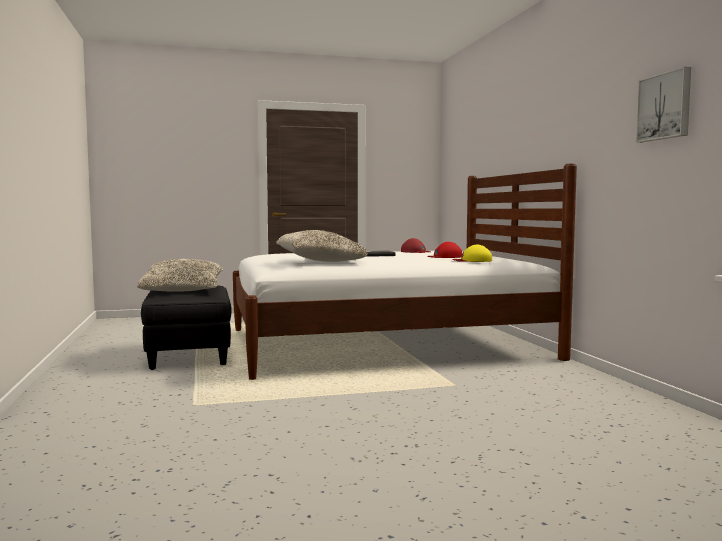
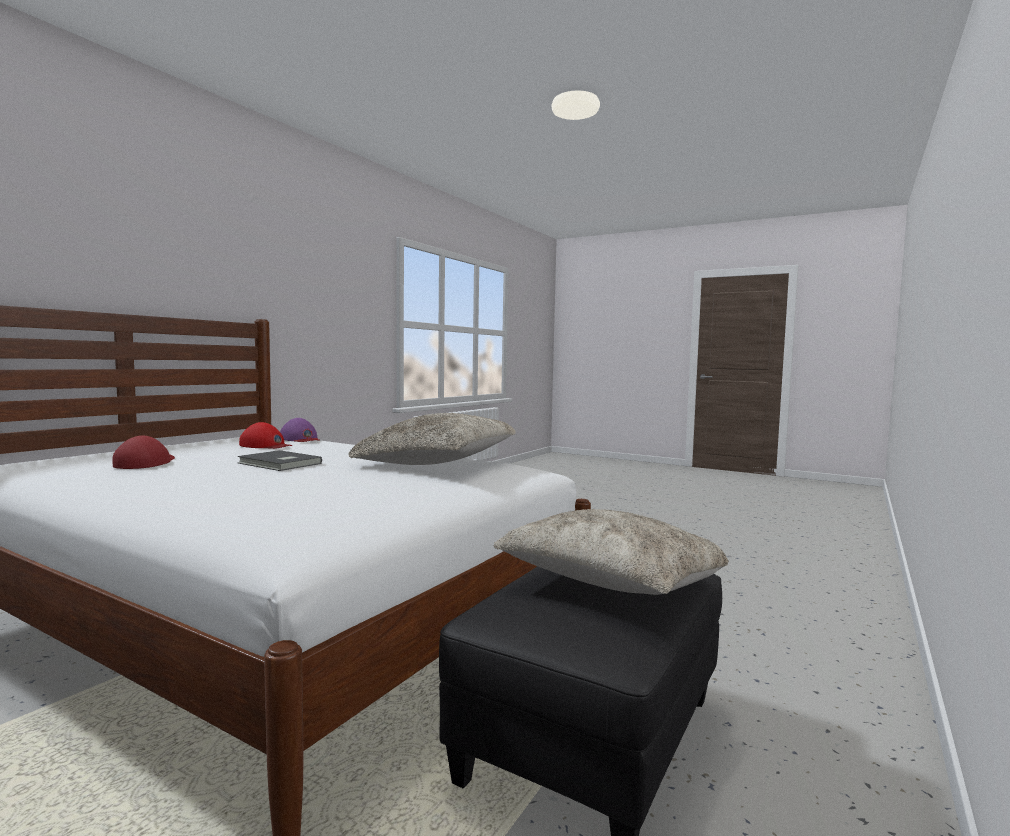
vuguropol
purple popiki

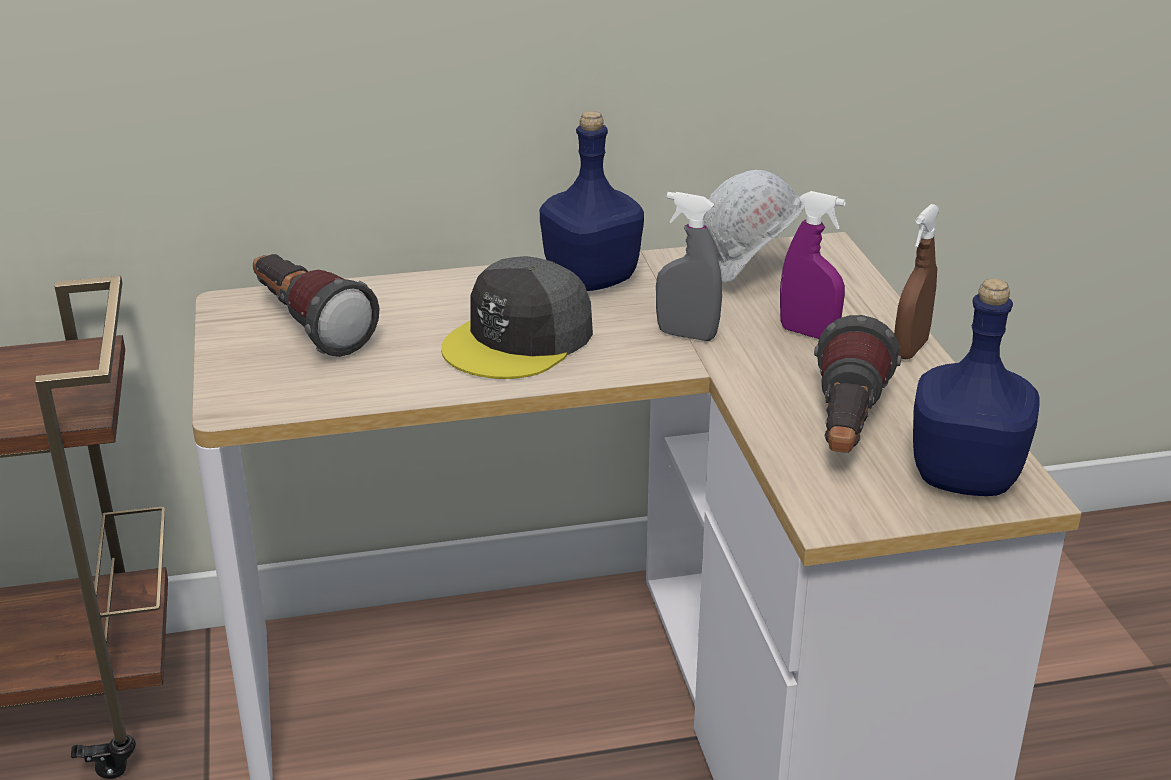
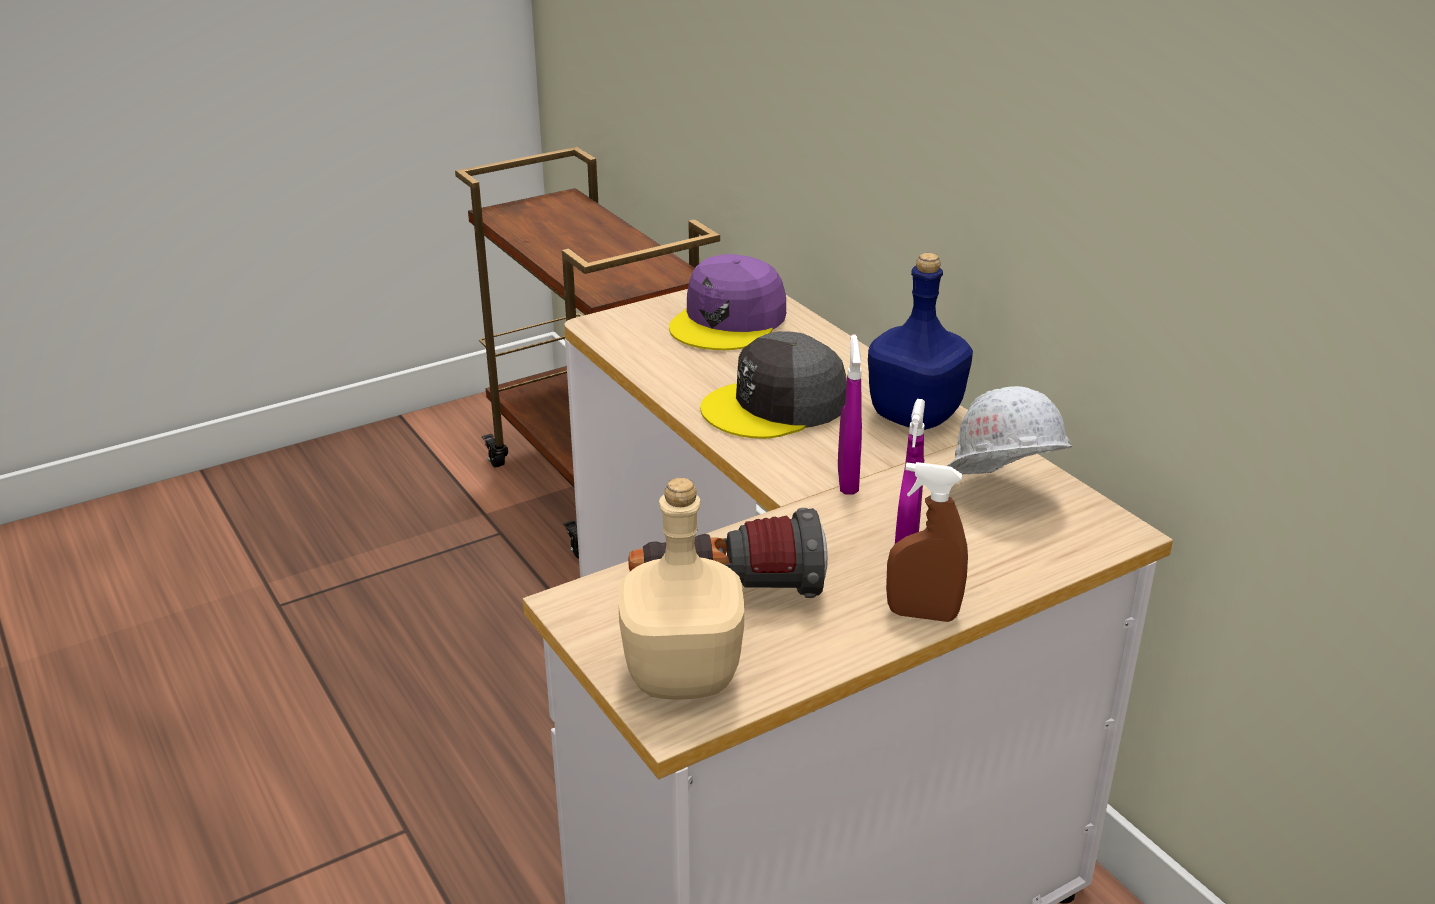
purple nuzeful (no. 1 from left)
purple popiki
grey popiki
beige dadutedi

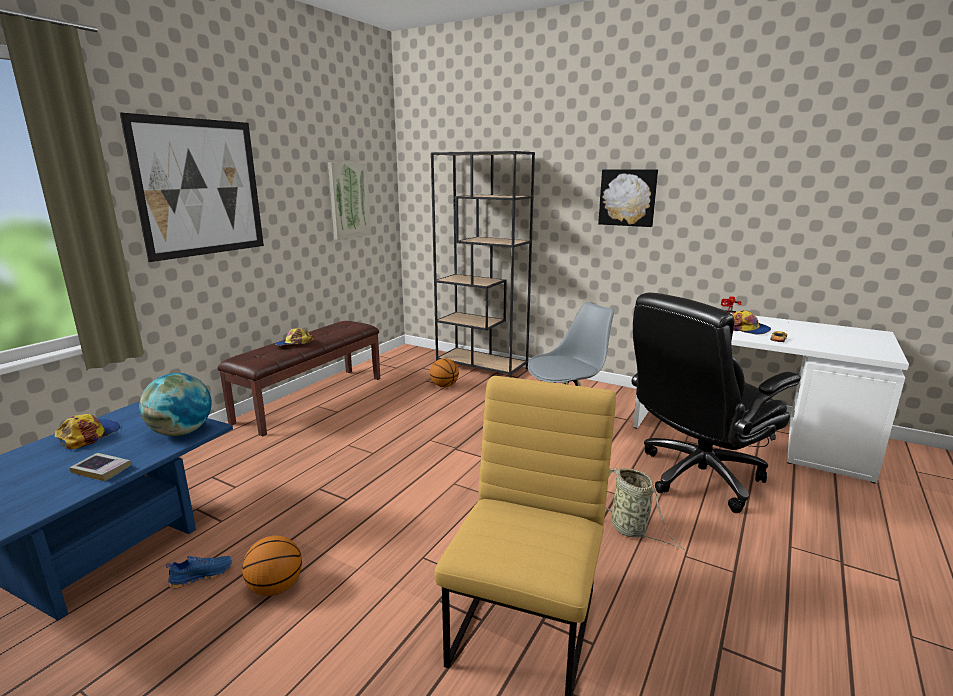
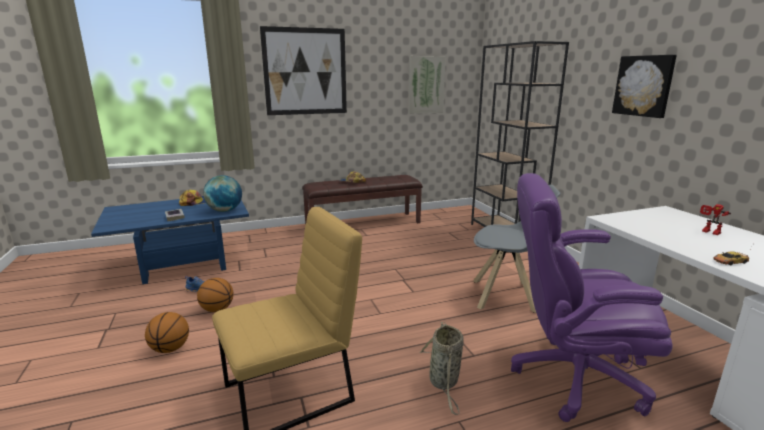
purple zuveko
popiki (no. 3 from left in the first image)
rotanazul (no. 1 from left)

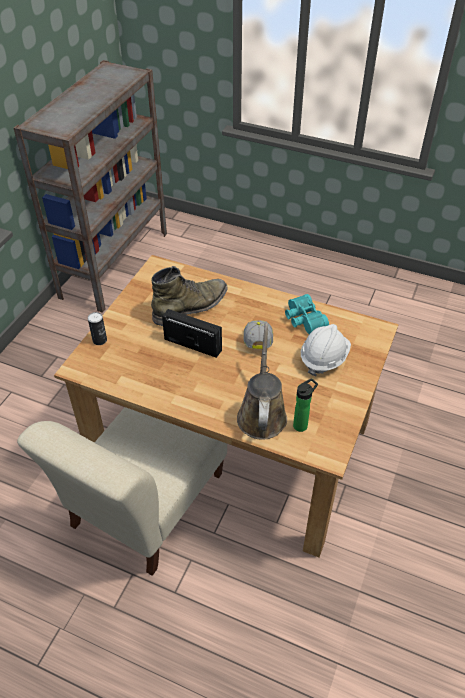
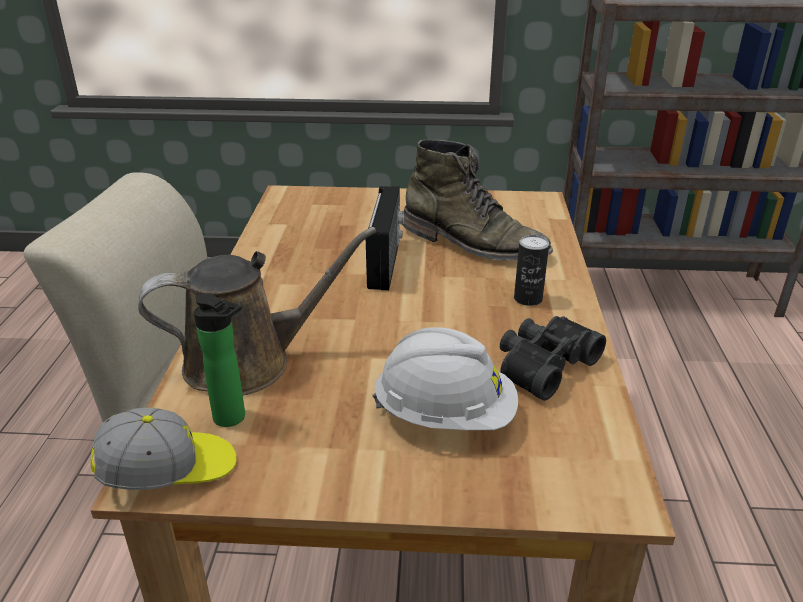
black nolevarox
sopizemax
popiki

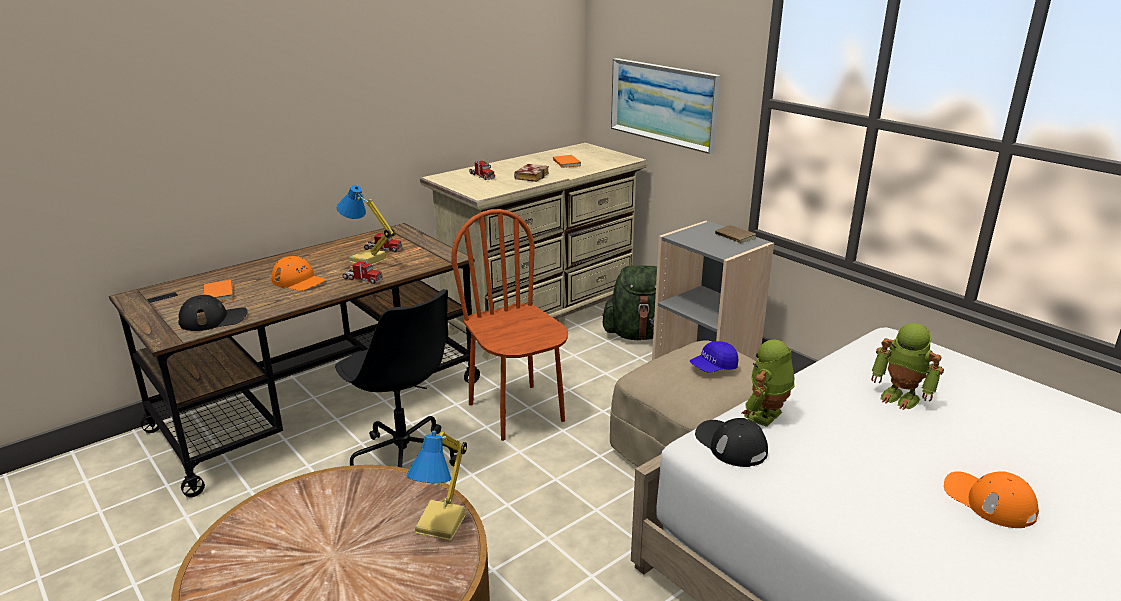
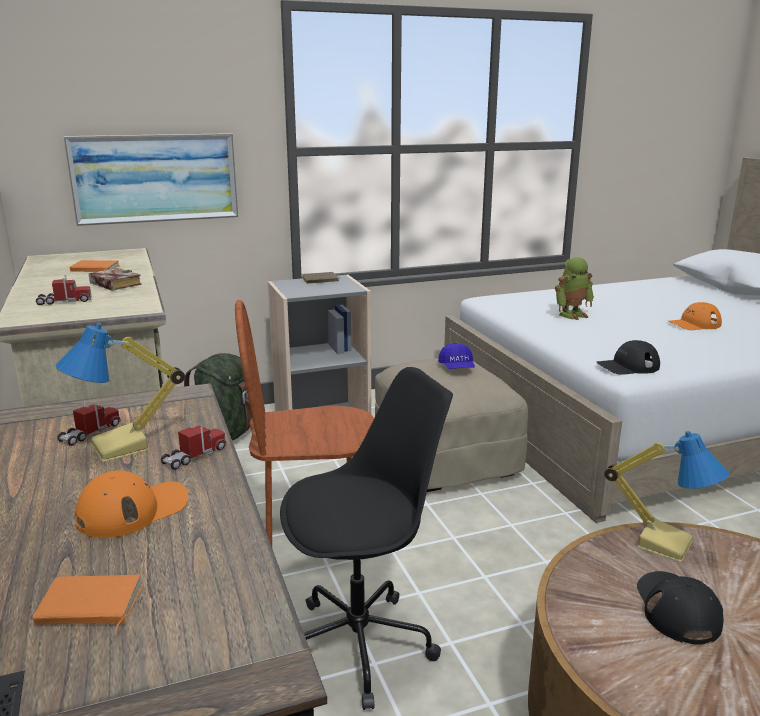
black popiki (no. 2 from left)
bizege (no. 1 from left in the first image)

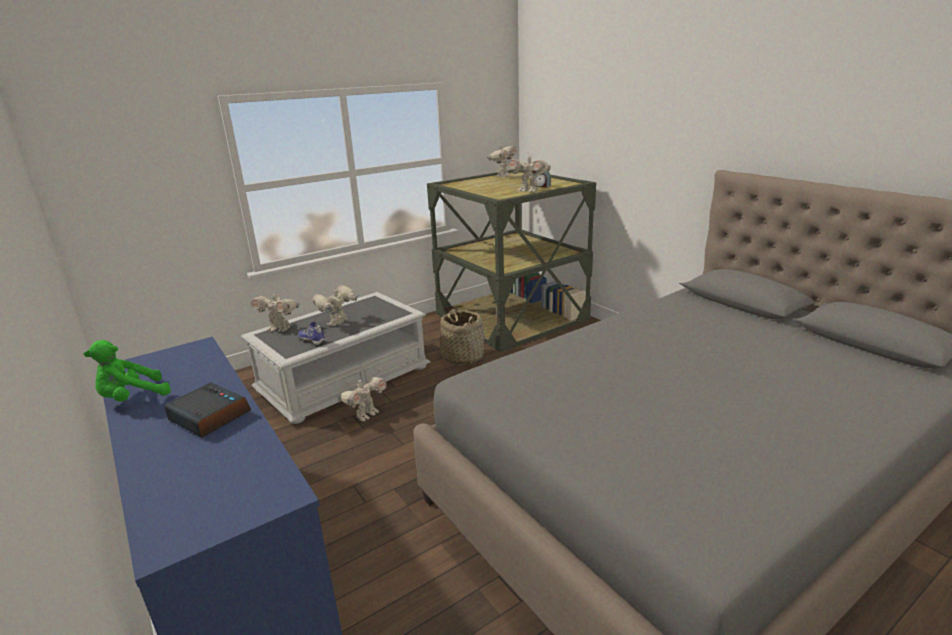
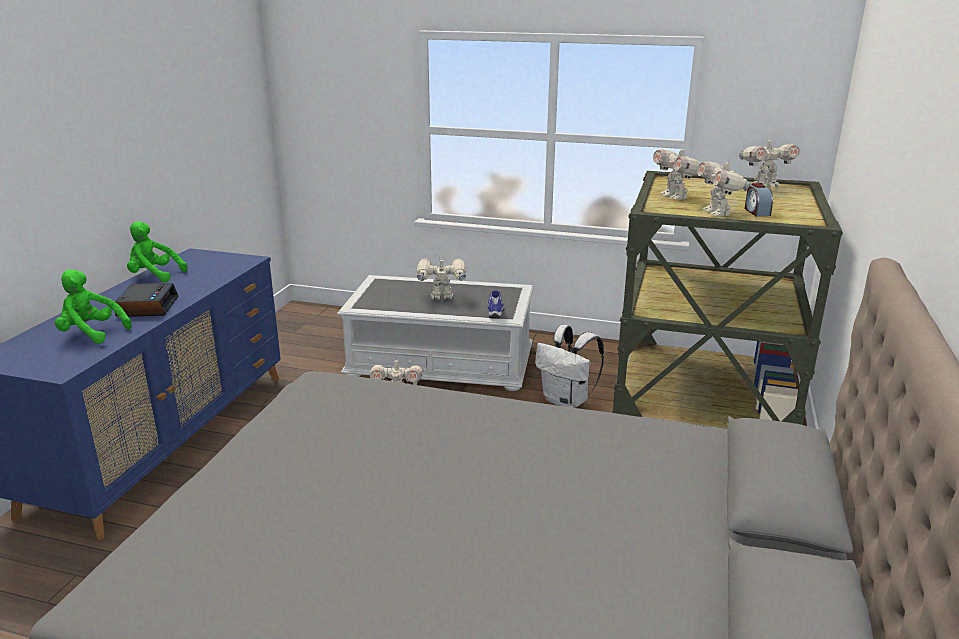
bizege (no. 3 from left)
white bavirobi
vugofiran
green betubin (no. 1 from left)

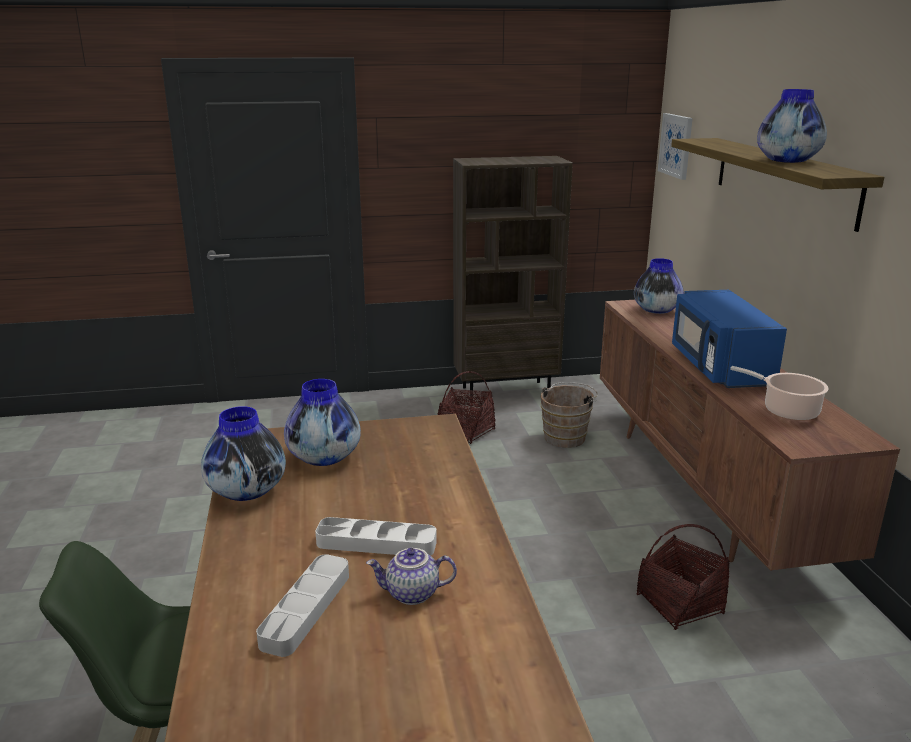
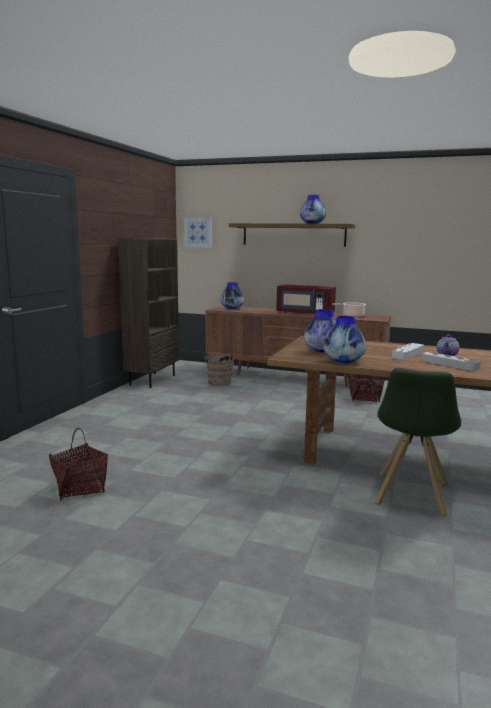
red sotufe
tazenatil (no. 1 from left)

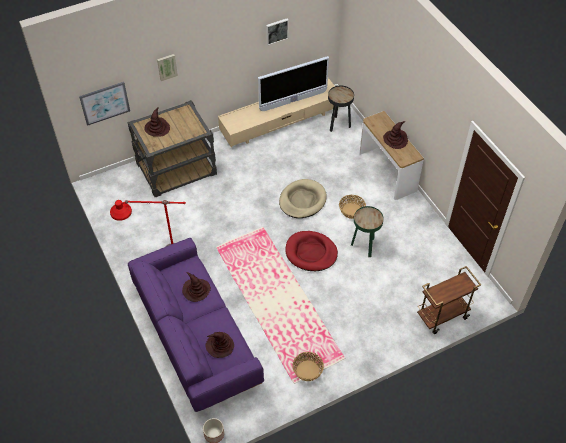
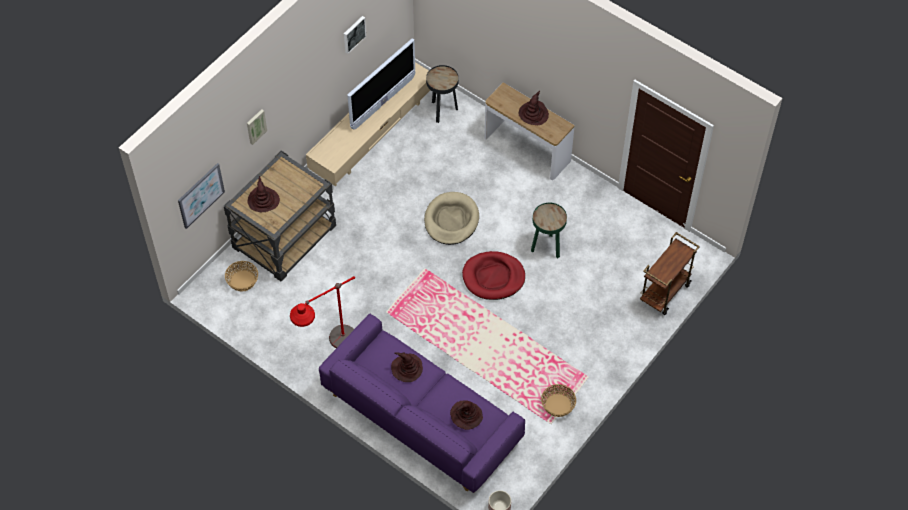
tazenatil (no. 1 from left)

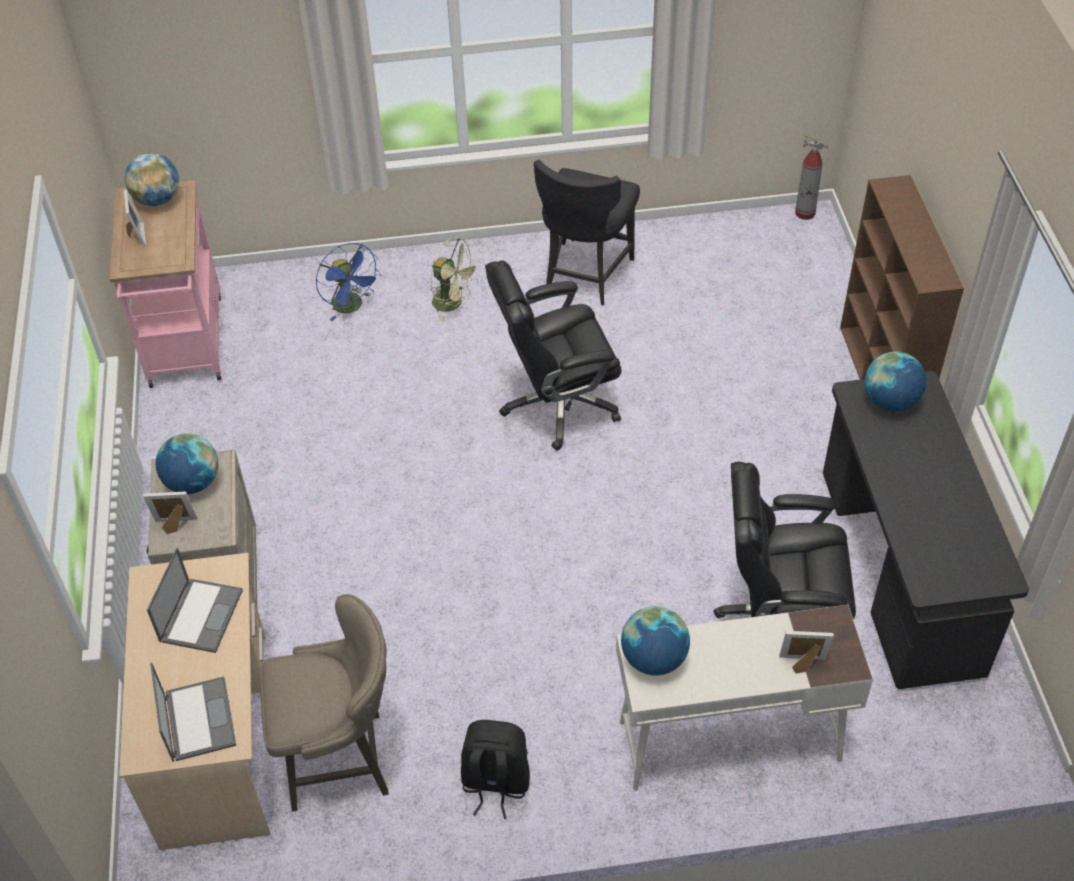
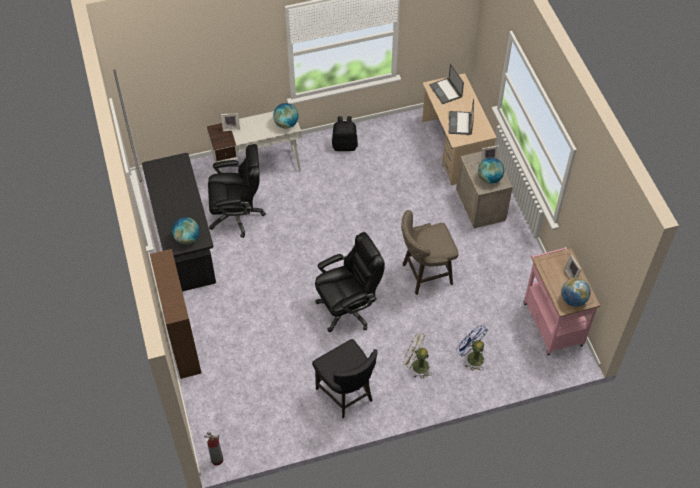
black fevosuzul
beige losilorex

